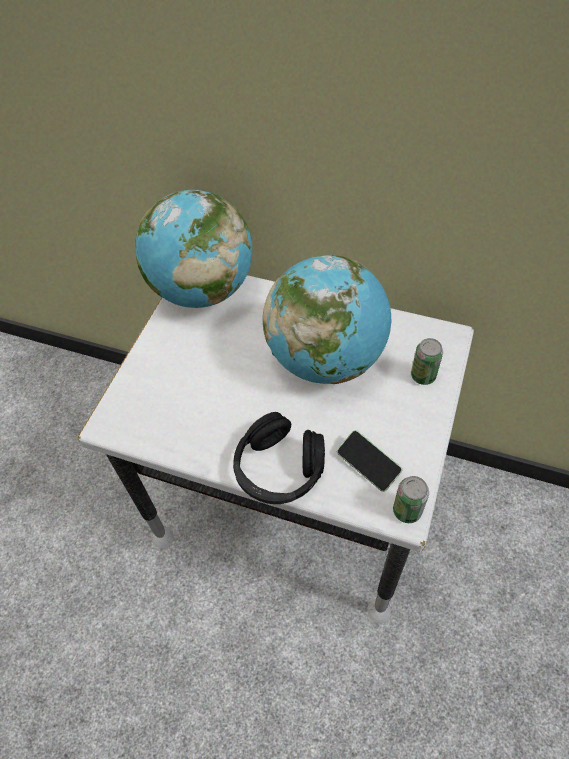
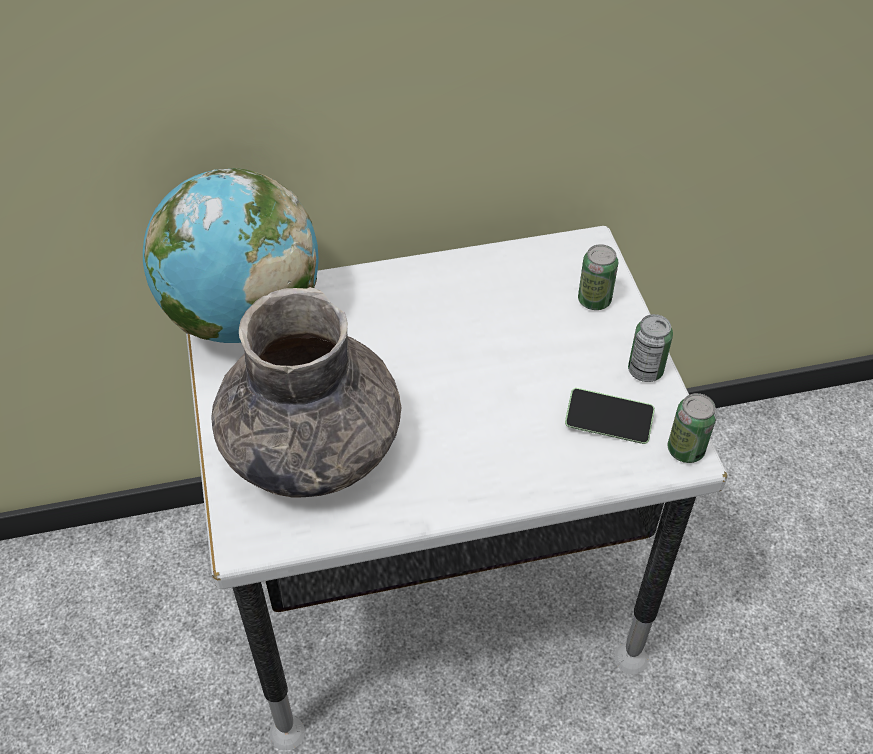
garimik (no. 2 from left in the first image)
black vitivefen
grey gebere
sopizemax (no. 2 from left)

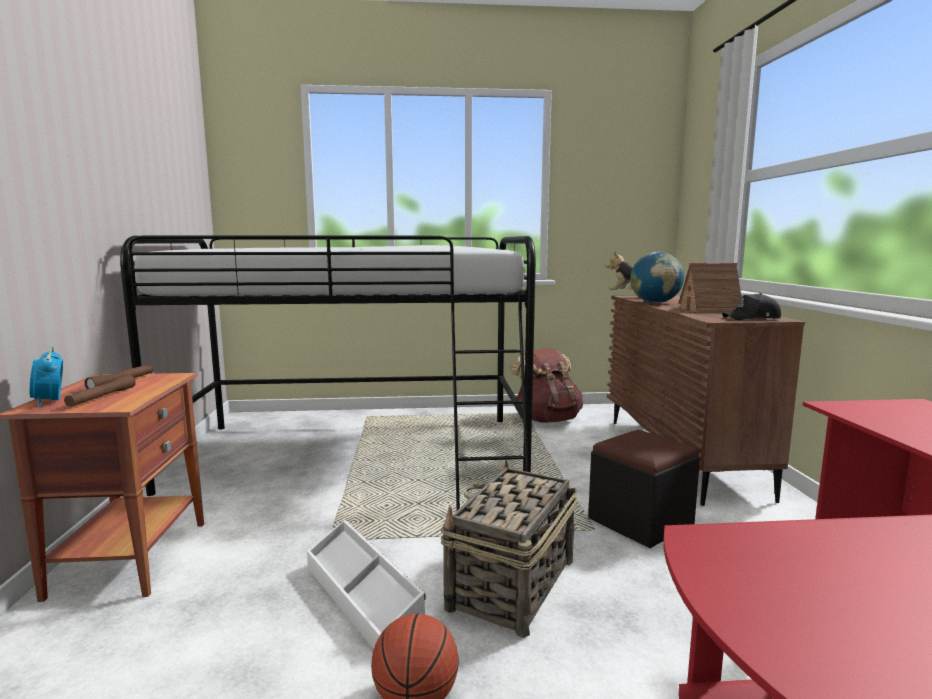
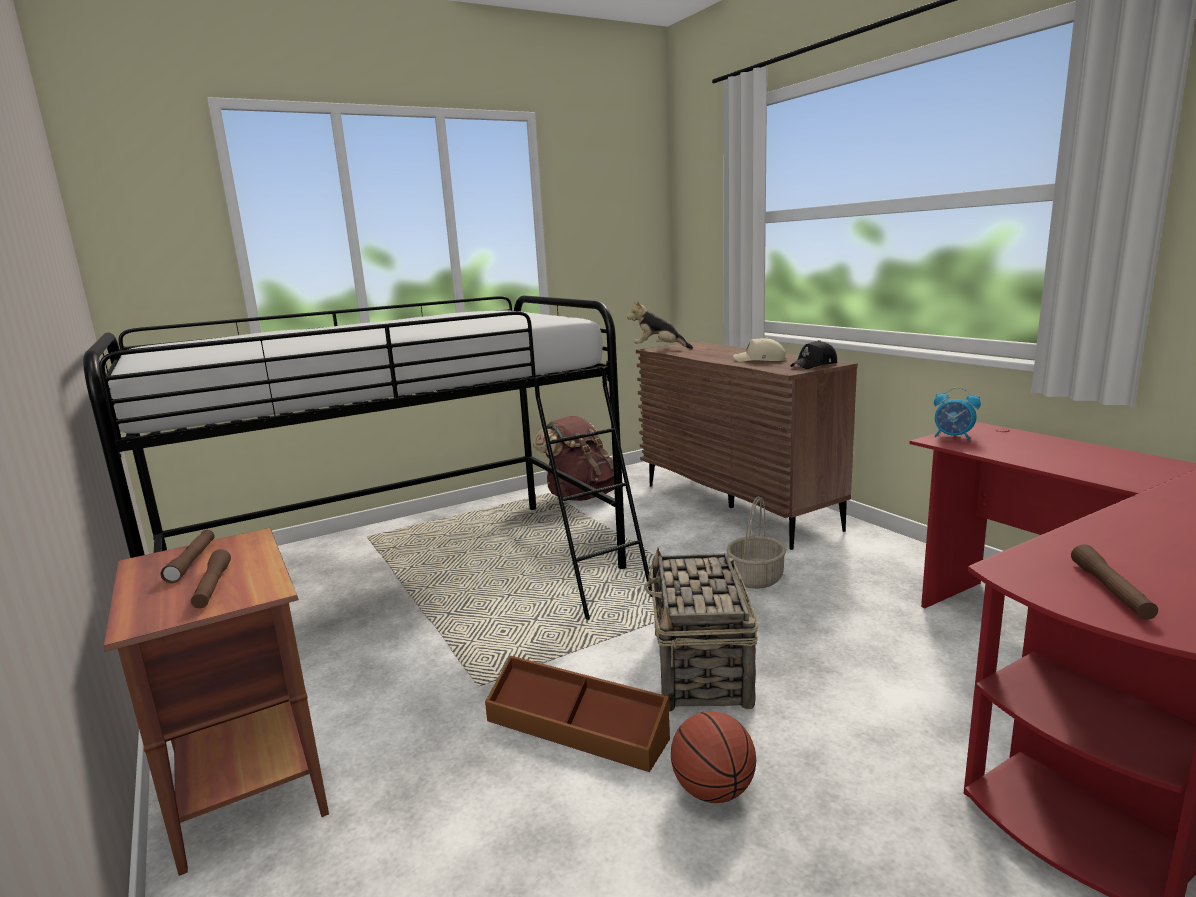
garimik
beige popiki
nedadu
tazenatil (no. 2 from left)
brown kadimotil
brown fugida (no. 3 from left)

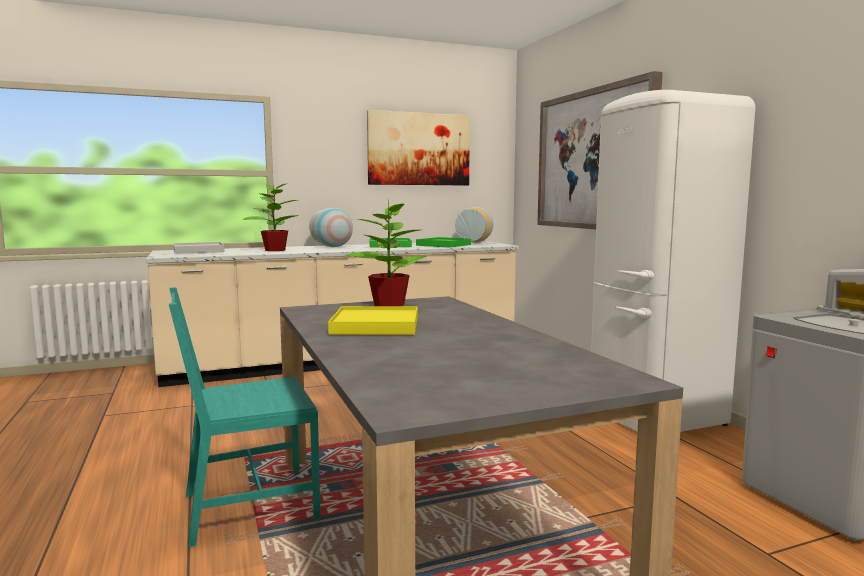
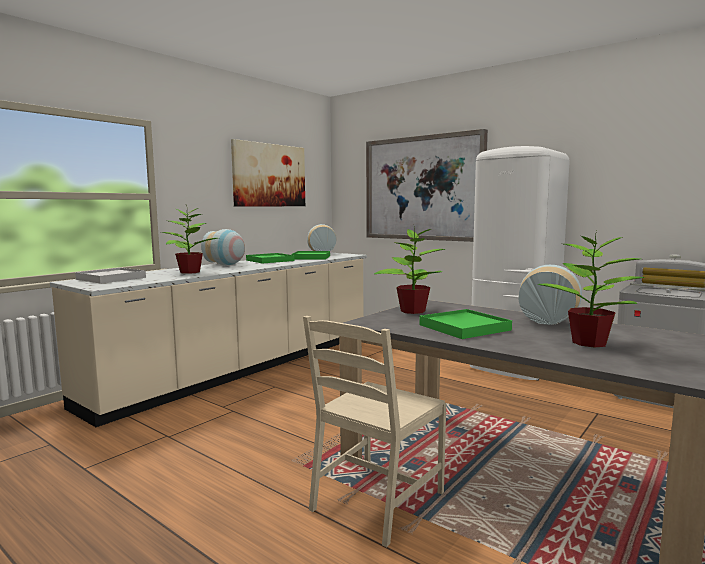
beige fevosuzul
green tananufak (no. 3 from left)
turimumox (no. 3 from left)
gebere (no. 3 from left)

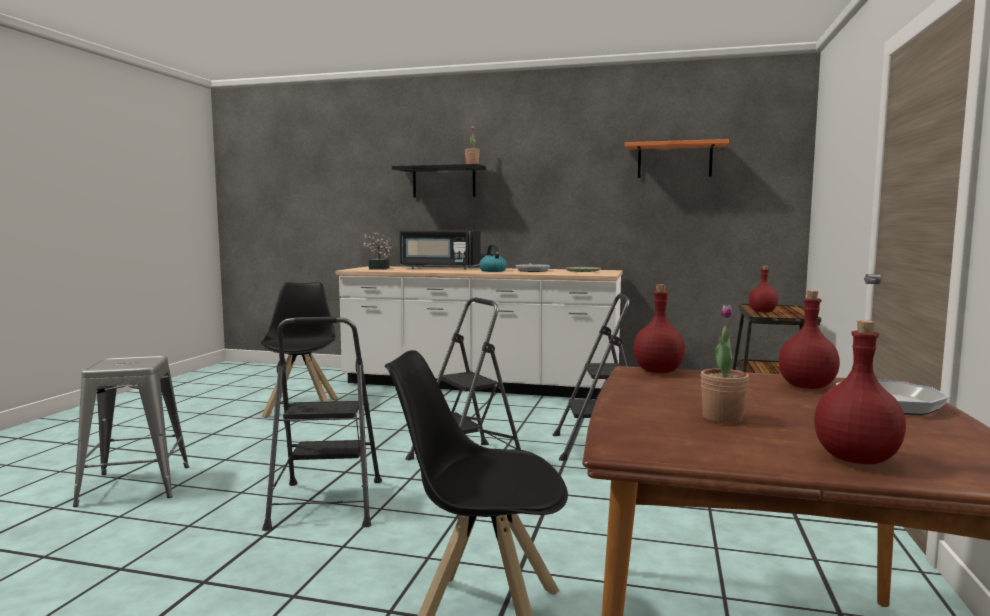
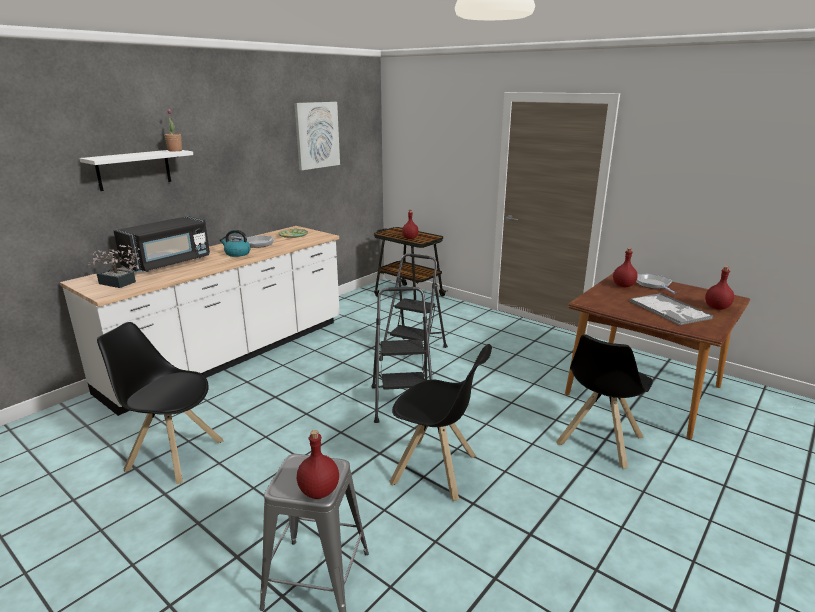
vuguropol
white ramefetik
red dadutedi (no. 1 from left)
tananufak
black fevosuzul (no. 2 from left)

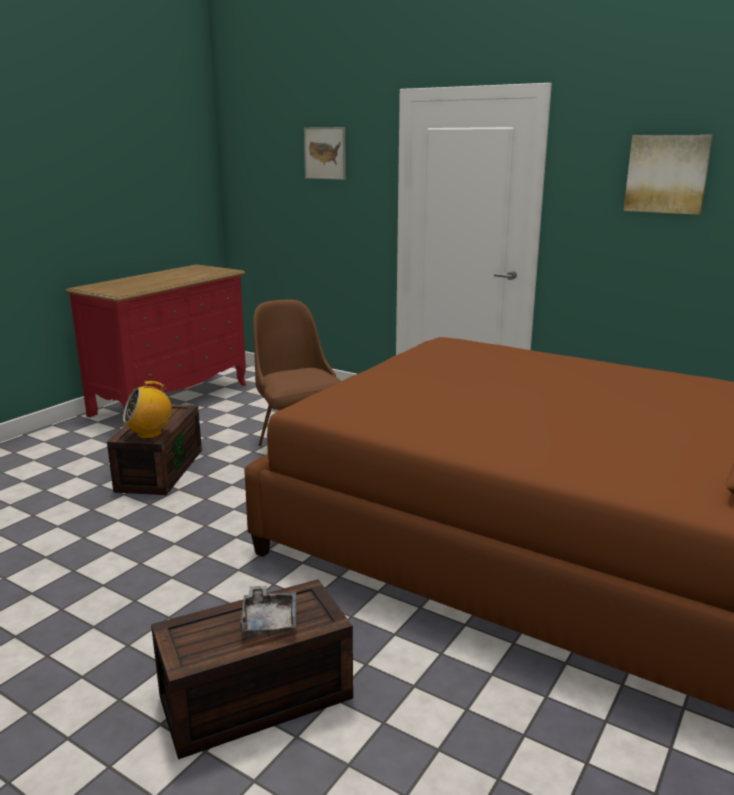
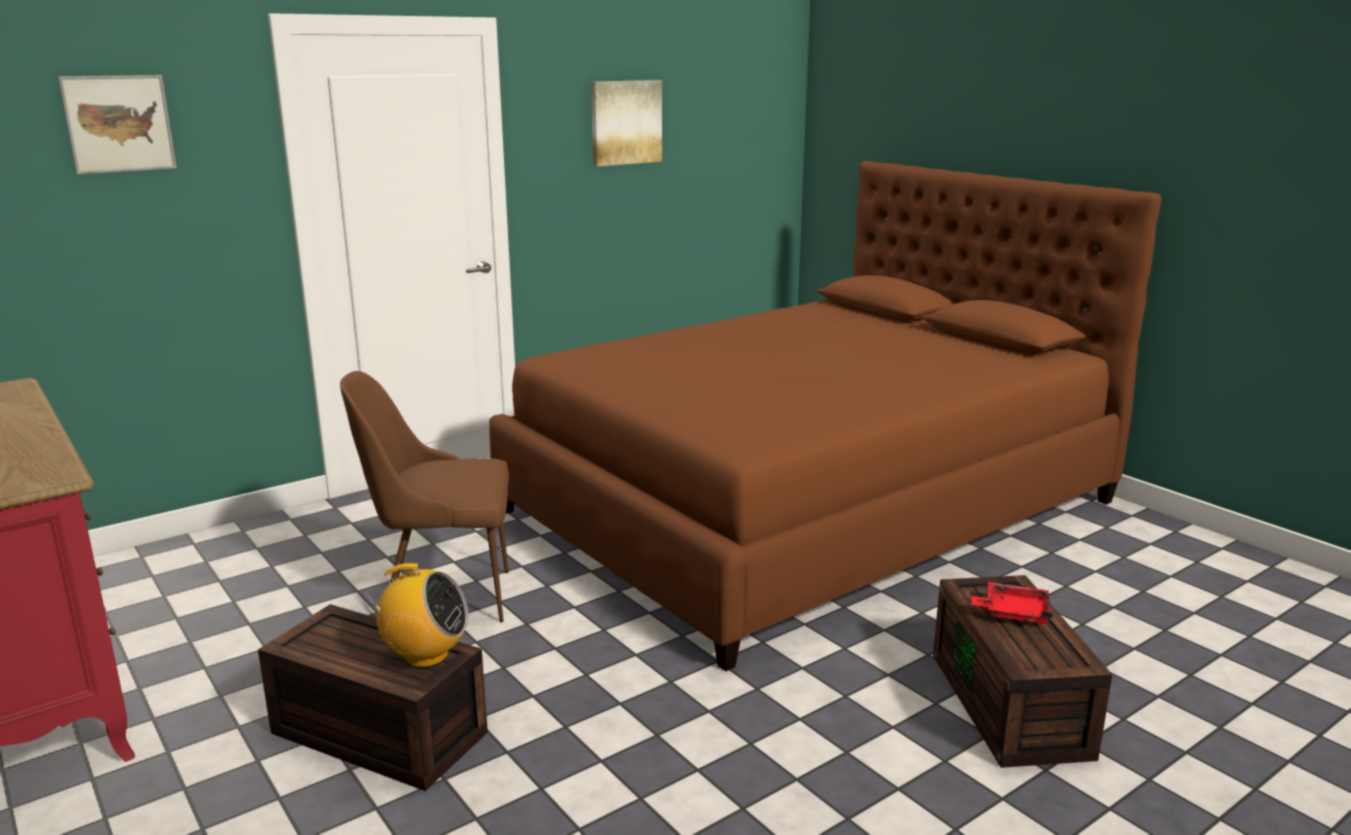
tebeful
red tananufak

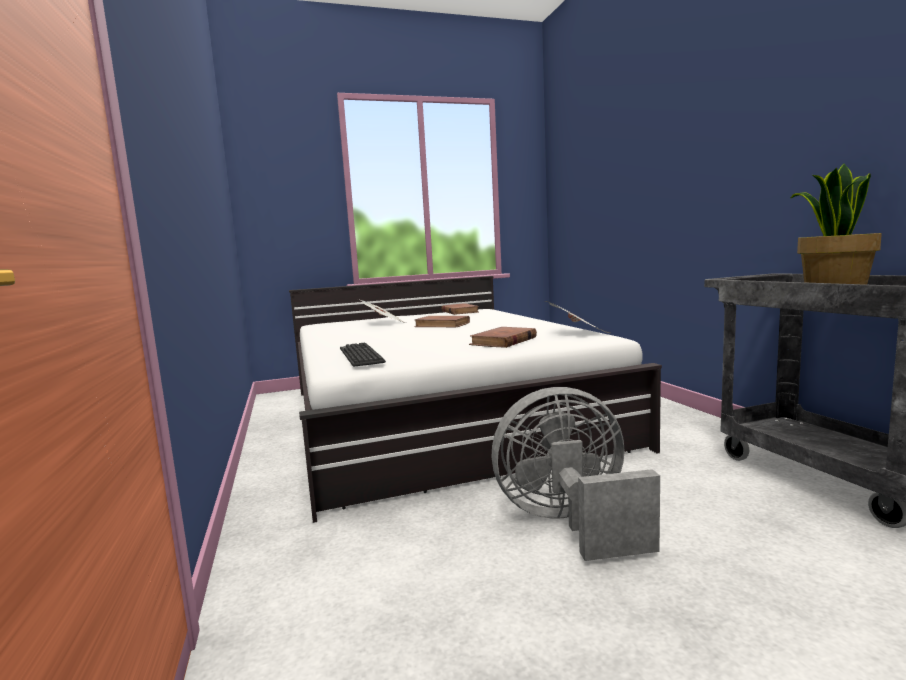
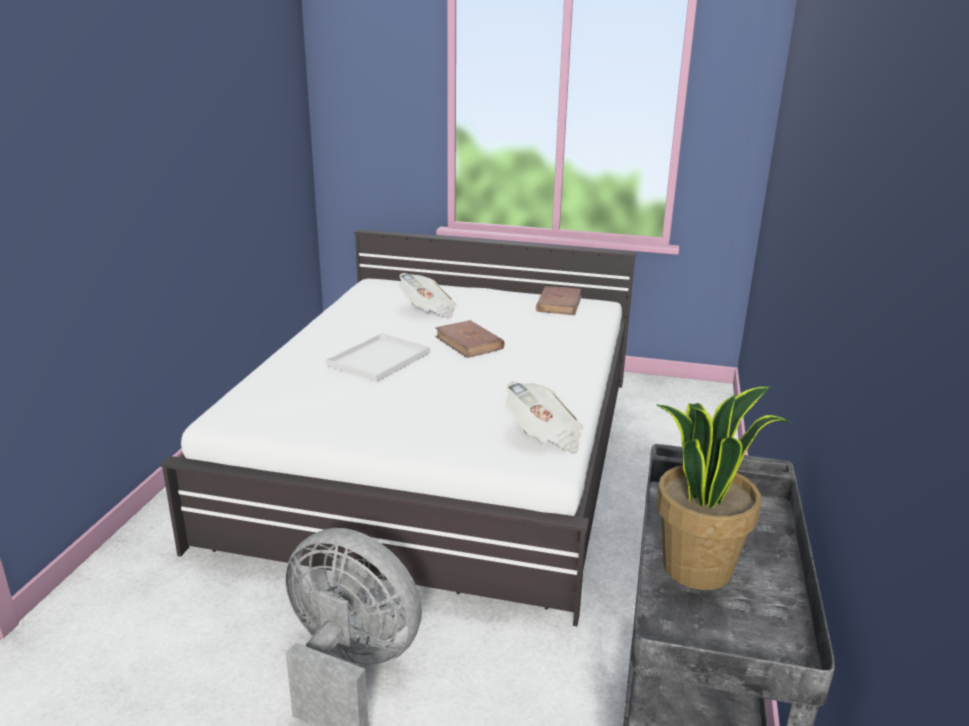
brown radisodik (no. 3 from left in the first image)
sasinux
white tananufak

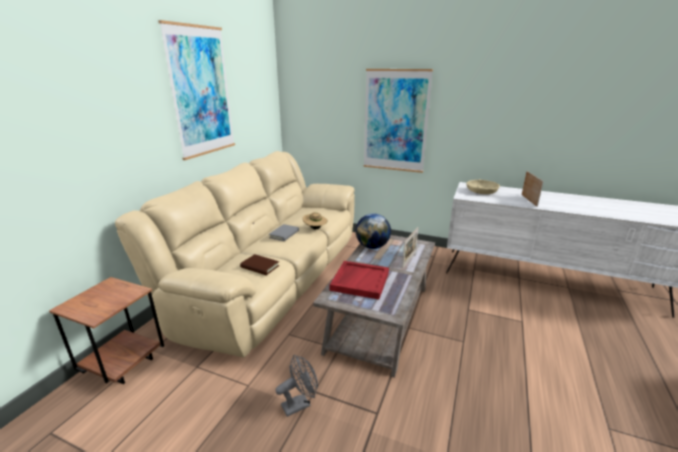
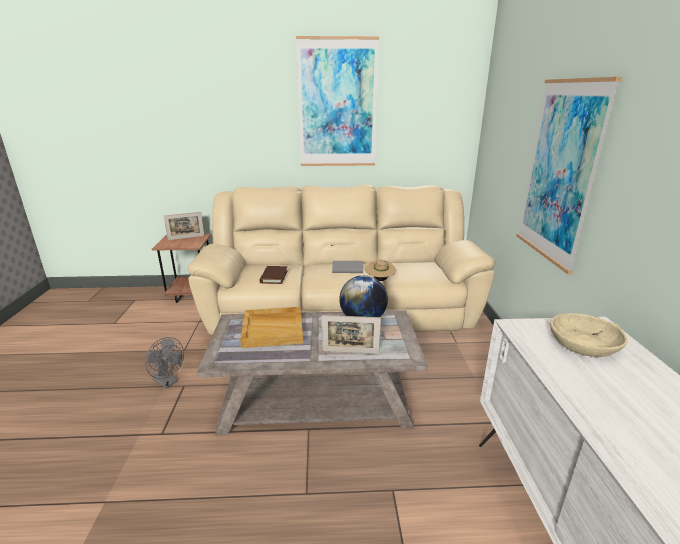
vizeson (no. 1 from left)
beige tananufak

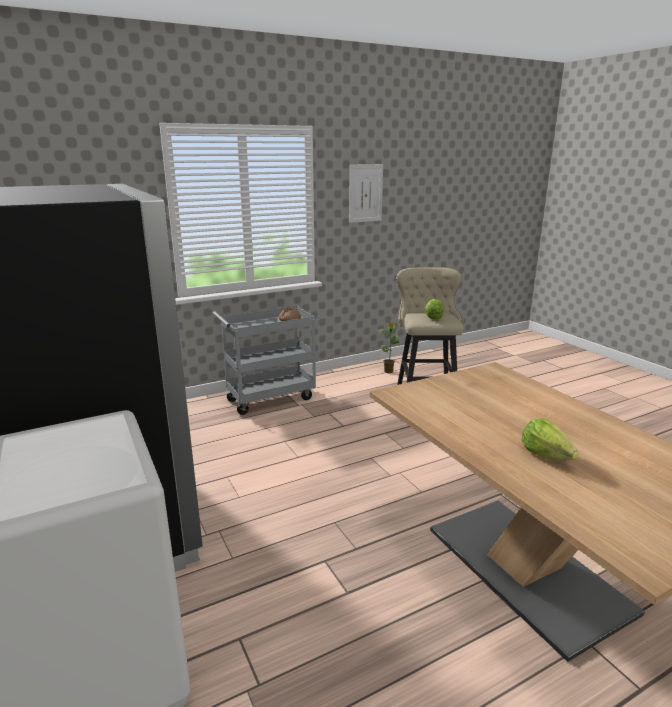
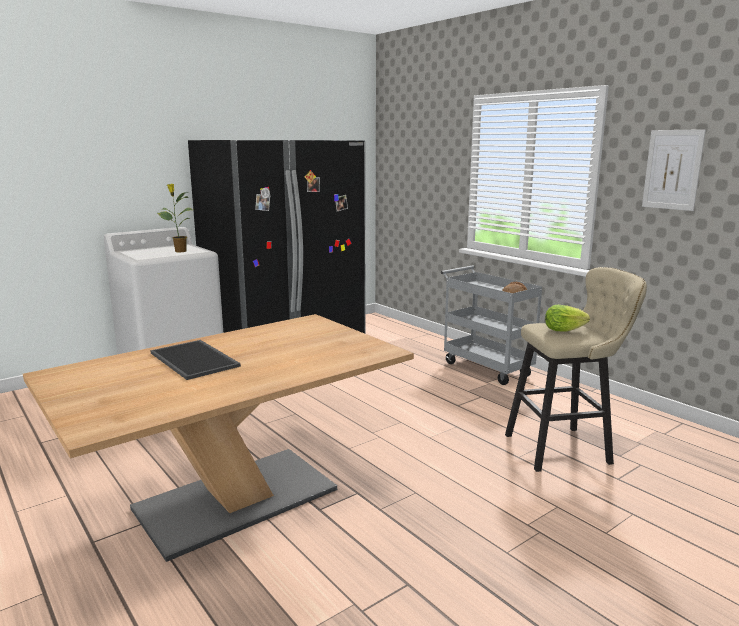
turimumox
tananufak

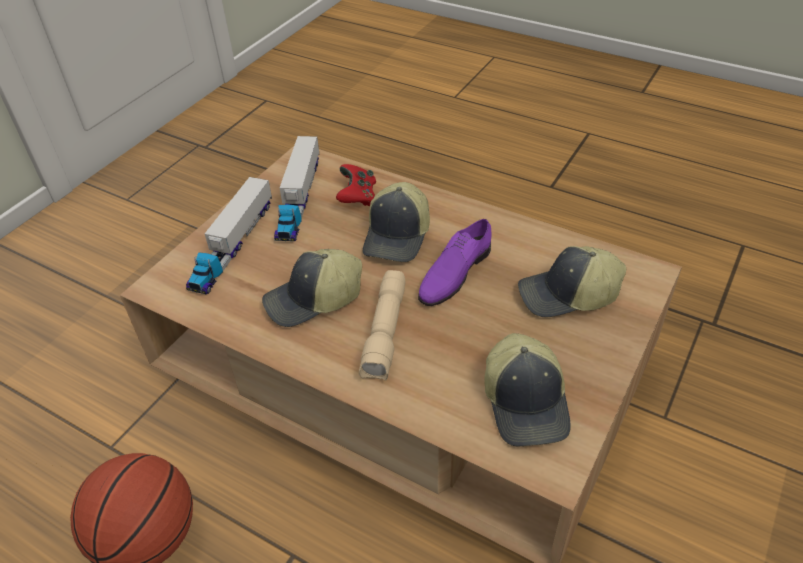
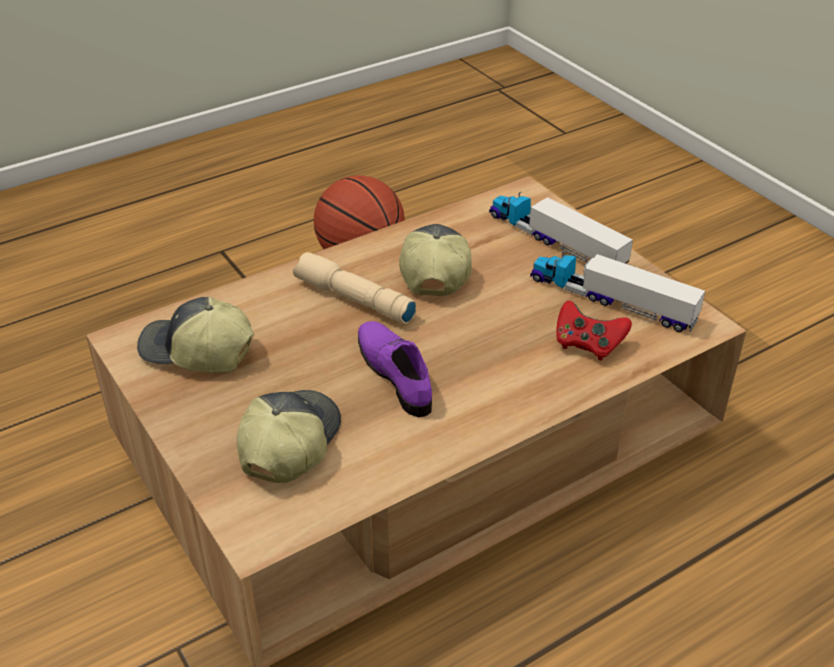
popiki (no. 2 from left in the first image)

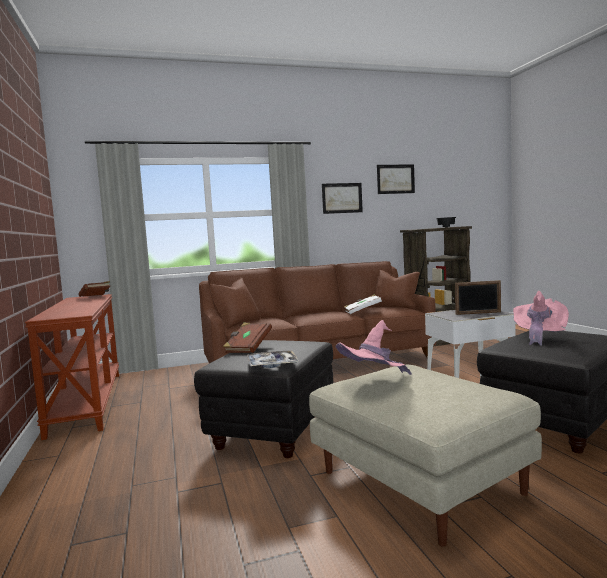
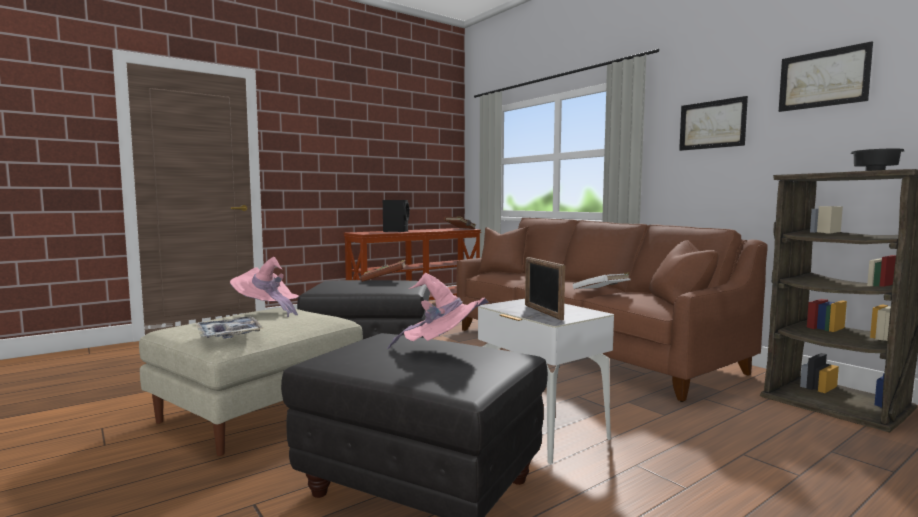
tananufak
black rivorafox

